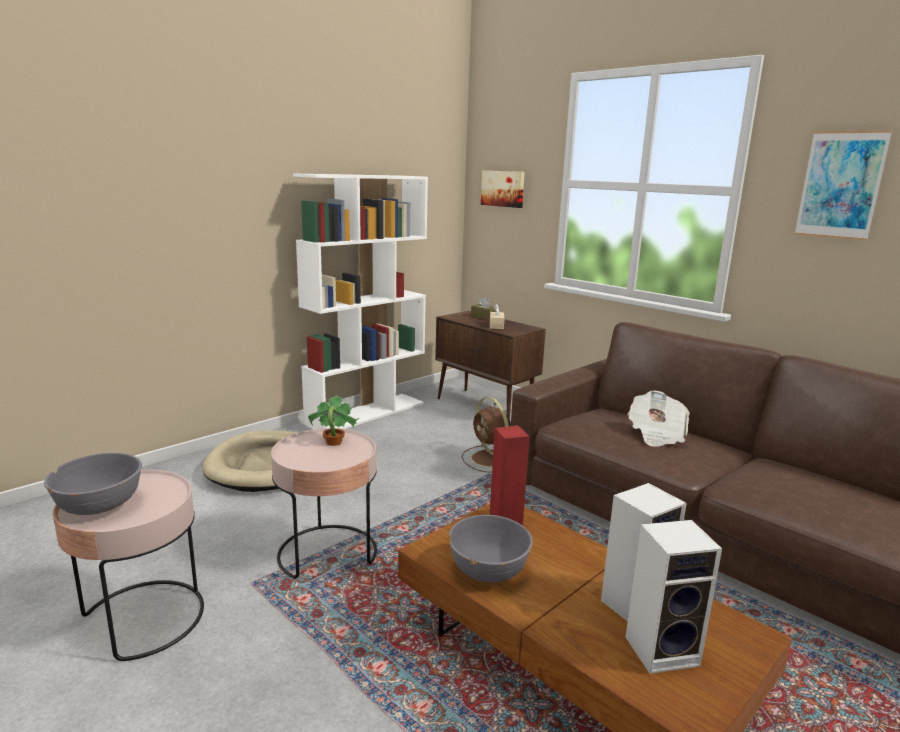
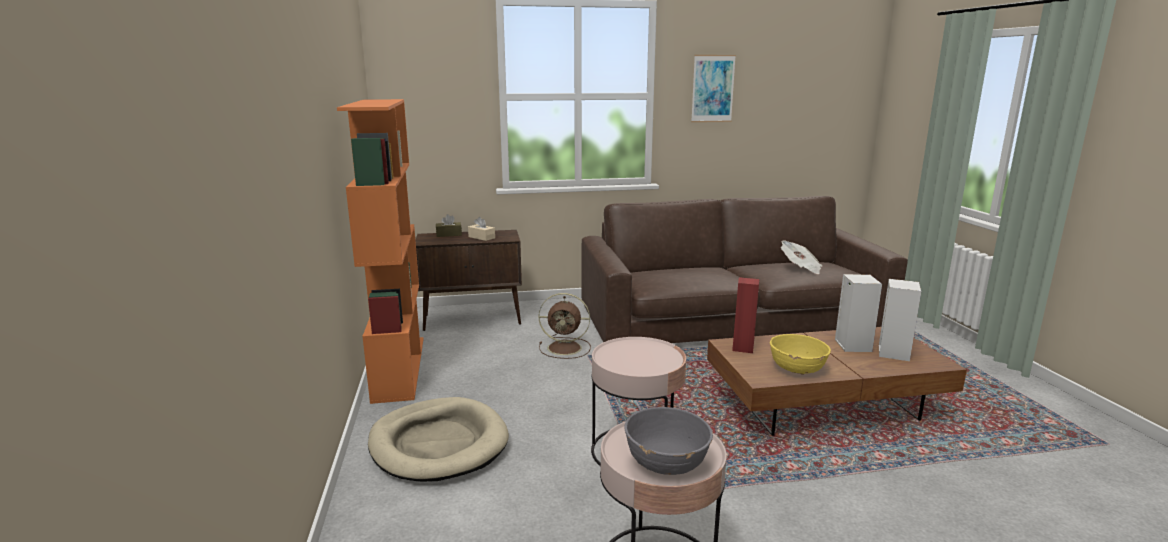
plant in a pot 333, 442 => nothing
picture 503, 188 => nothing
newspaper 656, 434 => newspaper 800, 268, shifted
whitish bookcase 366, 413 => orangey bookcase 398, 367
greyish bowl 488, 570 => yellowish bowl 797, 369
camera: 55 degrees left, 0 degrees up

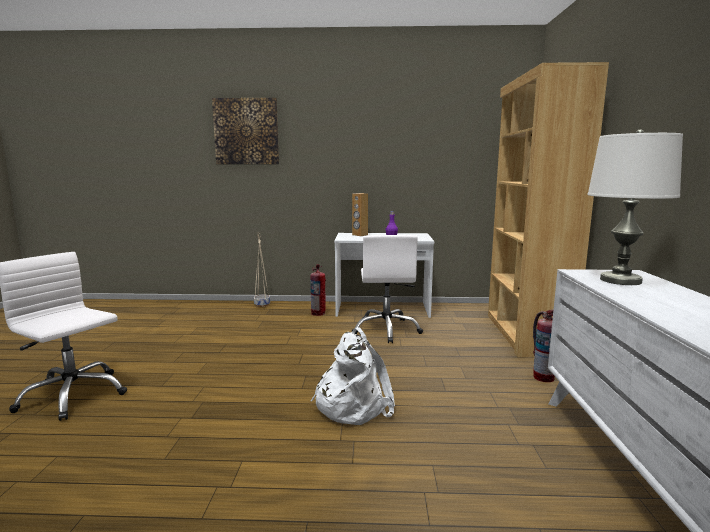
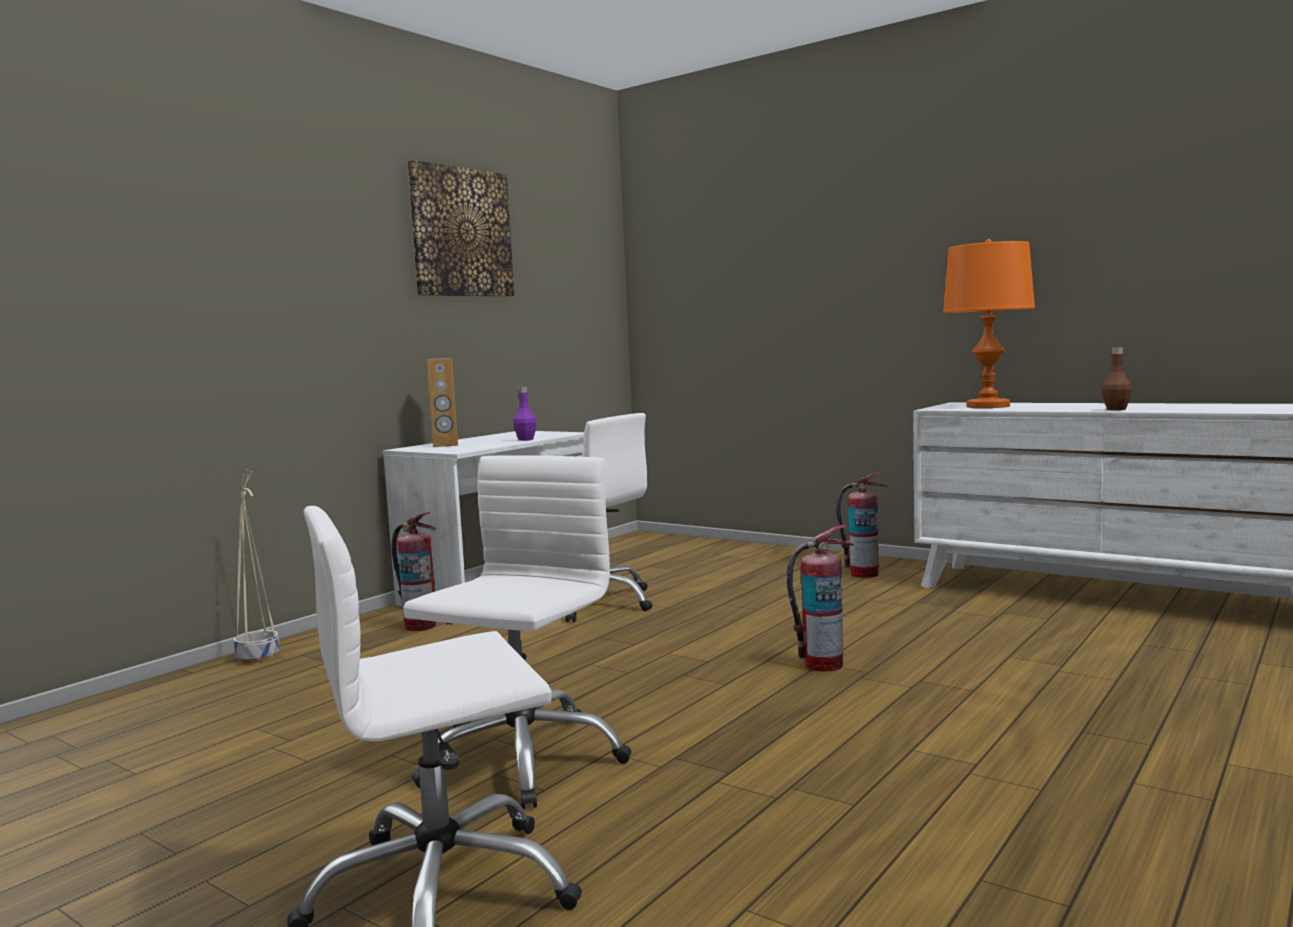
brown bookcase 525, 334 => nothing
nothing => whitish computer chair 522, 758
nothing => brown drink bottle 1116, 409
picture 246, 131 => picture 461, 232, shifted
whitish backpack 352, 405 => fire extinguisher 822, 665
whitish lamp for a table 620, 280 => orangey lamp for a table 988, 406
camera: 55 degrees left, 5 degrees down

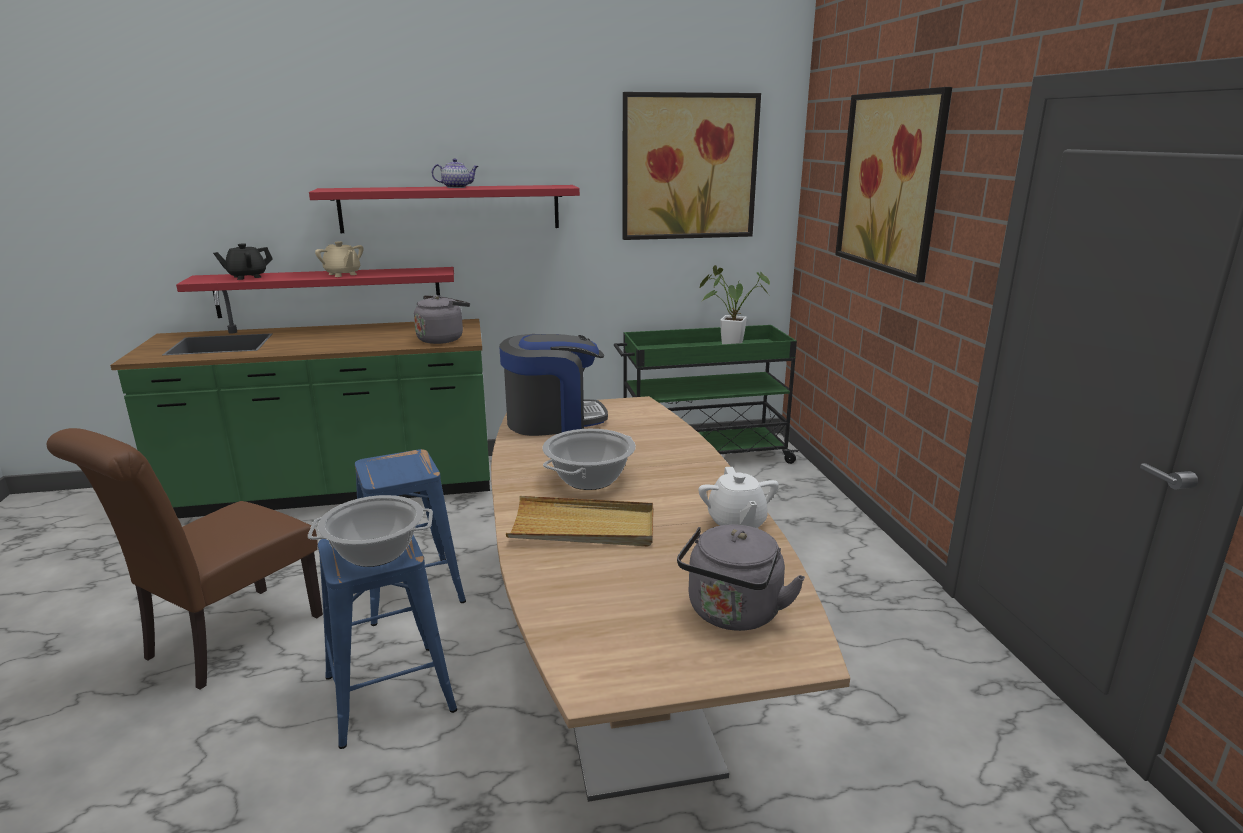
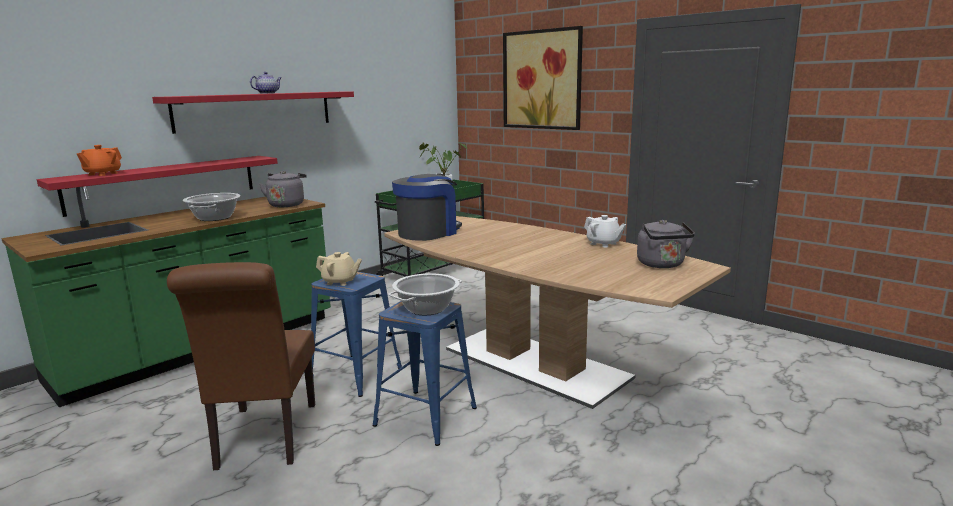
beige-coloured carrying tray 583, 527 => nothing
picture 689, 167 => nothing
beige-coloured tea pot 342, 274 => beige-coloured tea pot 340, 282, shifted
cooking pot 589, 479 => cooking pot 215, 218, shifted
black tea pot 247, 277 => orangey tea pot 102, 174
camera: 35 degrees left, 5 degrees down

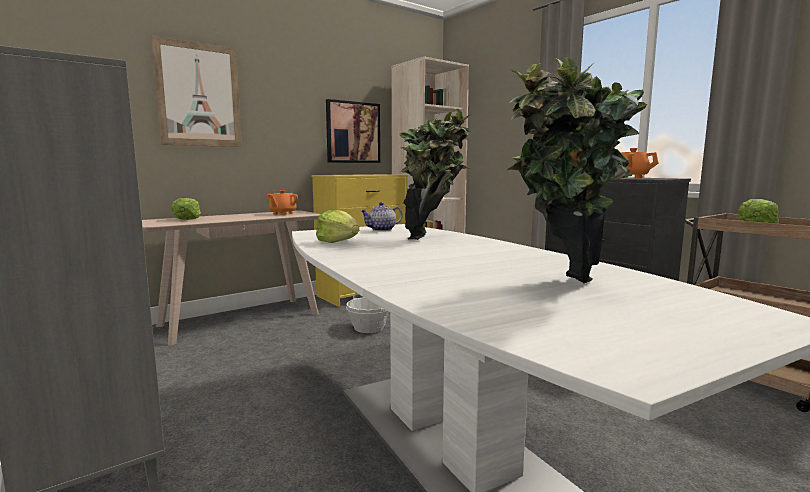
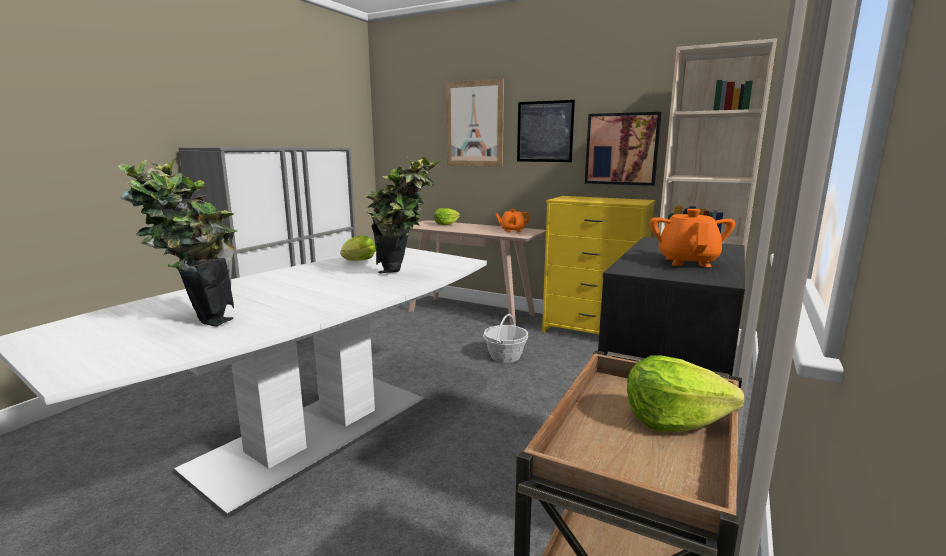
tea pot 382, 230 => nothing
nothing => picture 545, 131
camera: 65 degrees right, 5 degrees up

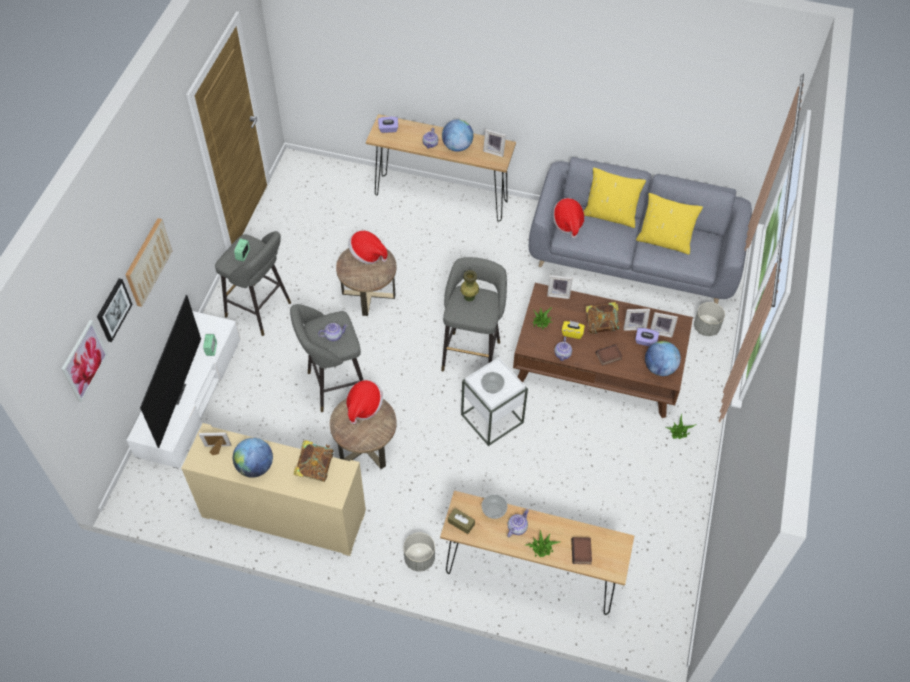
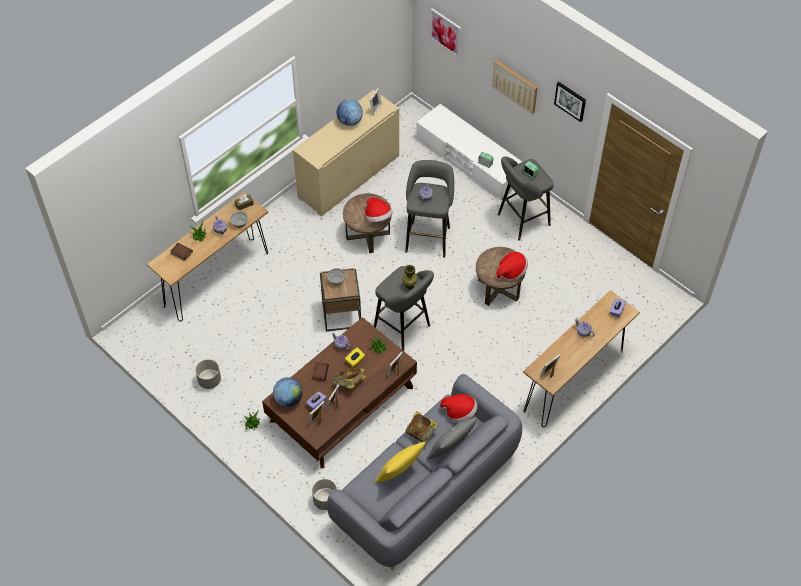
television 174, 392 => nothing
world globe 457, 146 => nothing
picture 113, 309 => picture 570, 101, shifted
bound book 315, 468 => bound book 421, 433, shifted
greyish flower pot 419, 558 => greyish flower pot 209, 381, shifted
whitish side table 492, 419 => brown side table 341, 314
yellowish pillow 610, 215 => greyish pillow 451, 449
camera: 120 degrees right, 0 degrees up

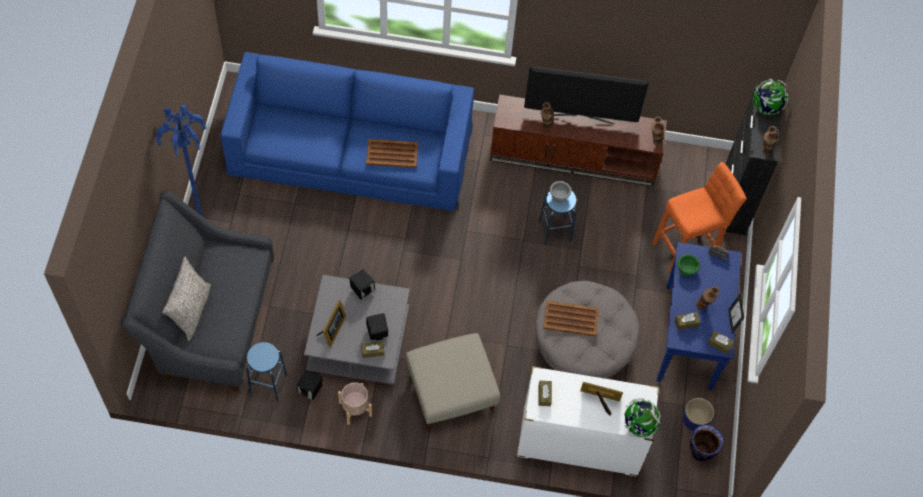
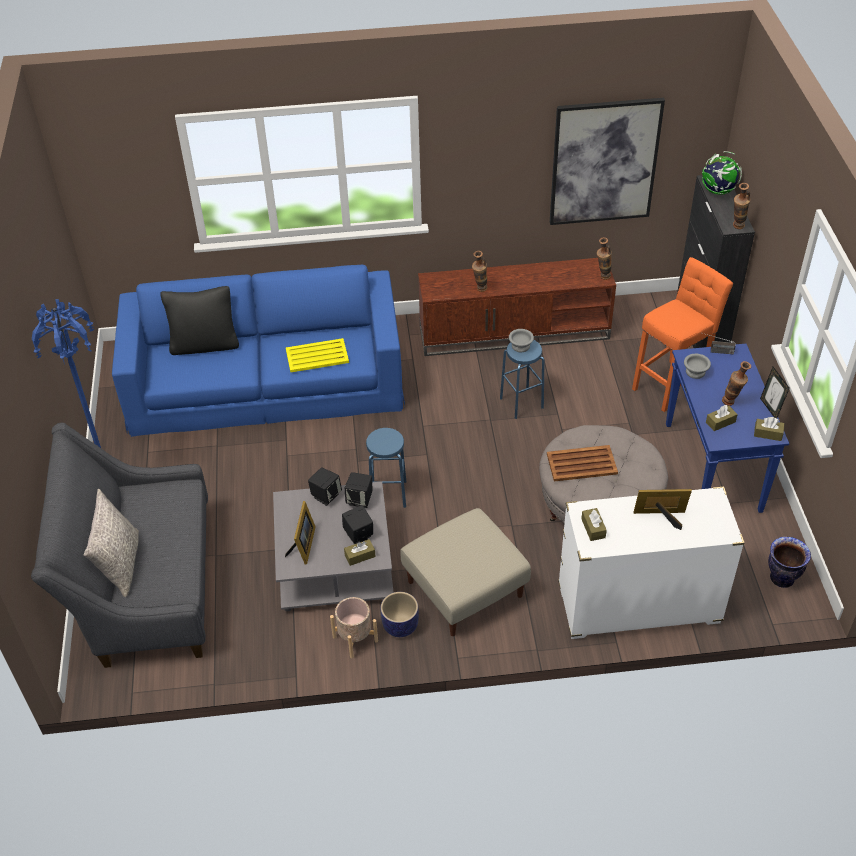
television 580, 118 => nothing
world globe 639, 425 => nothing
nothing => black pillow 205, 345
nothing => picture 604, 162
blue sitting stool 268, 384 => blue sitting stool 388, 494, shifted
black speaker 310, 390 => black speaker 360, 499, shifted
flower pot 695, 420 => flower pot 401, 626, shifted
brown carrying tray 391, 153 => yellowish carrying tray 316, 356
green-coloured bowl 686, 269 => greyish bowl 695, 372
camera: 10 degrees left, 15 degrees down

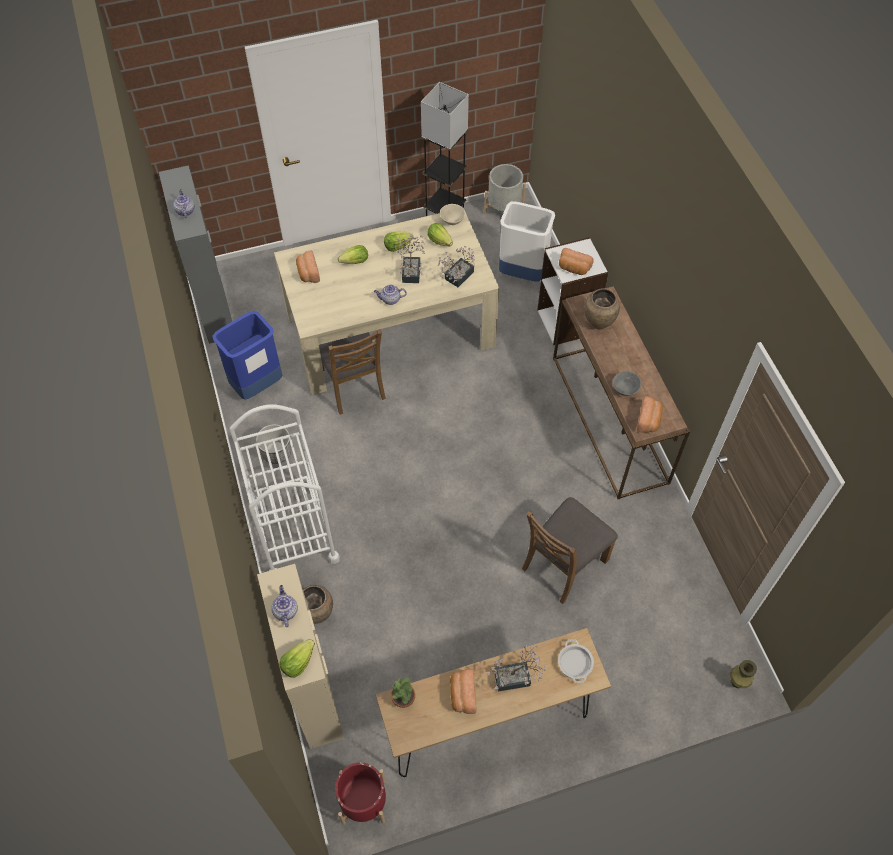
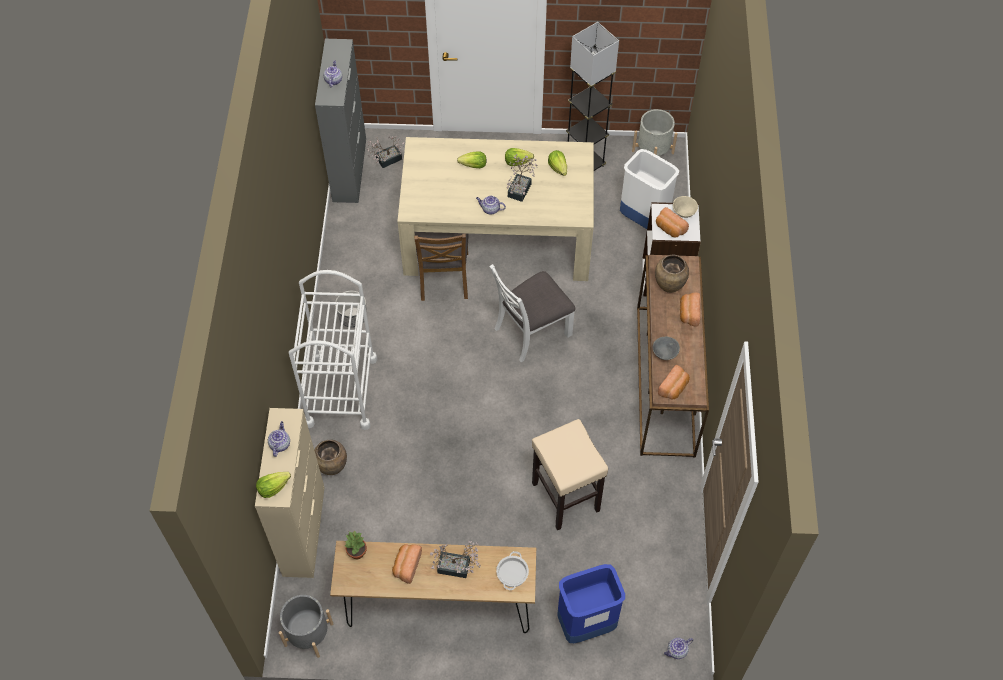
nothing => whitish plain chair 531, 331
blue trash can 257, 385 => blue trash can 586, 624, shifted
bread 308, 273 => bread 688, 313, shifted
plant in a pot 456, 277 => plant in a pot 386, 160, shifted
beige-coloured bowl 452, 221 => beige-coloured bowl 683, 213, shifted
brown plain chair 563, 564 => beige-coloured sitting stool 565, 496
green-coloured vase 737, 682 => tea pot 676, 651
red flower pot 363, 801 => greyish flower pot 308, 634
camera: 20 degrees right, 0 degrees up

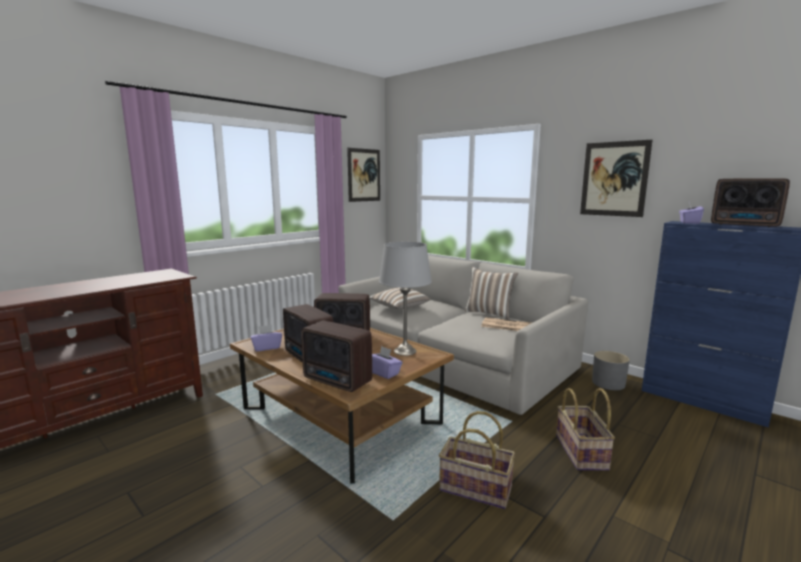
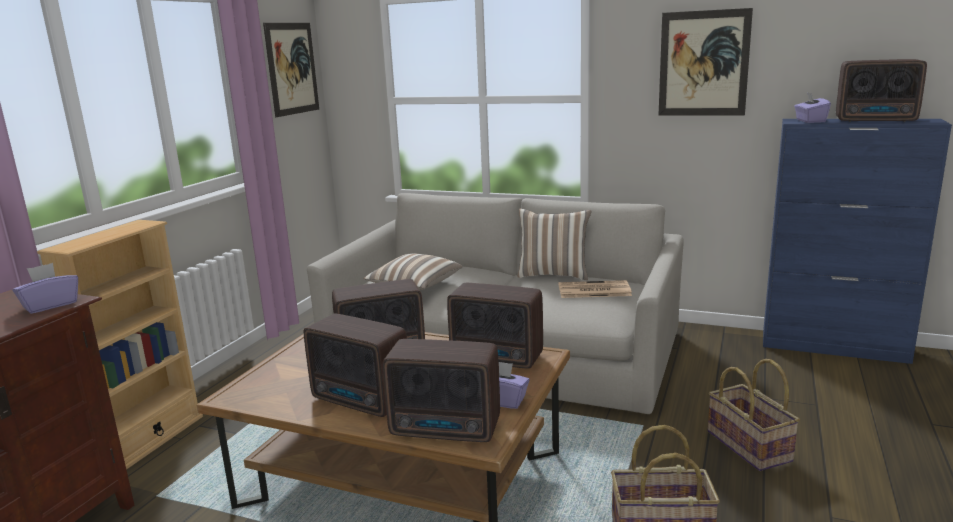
greyish flower pot 608, 383 => nothing
nothing => beige-coloured bookcase 149, 440
purplish box of tissues 266, 347 => purplish box of tissues 50, 305, shifted
greyish lamp for a table 405, 351 => radio 498, 359
camera: 20 degrees left, 5 degrees up

